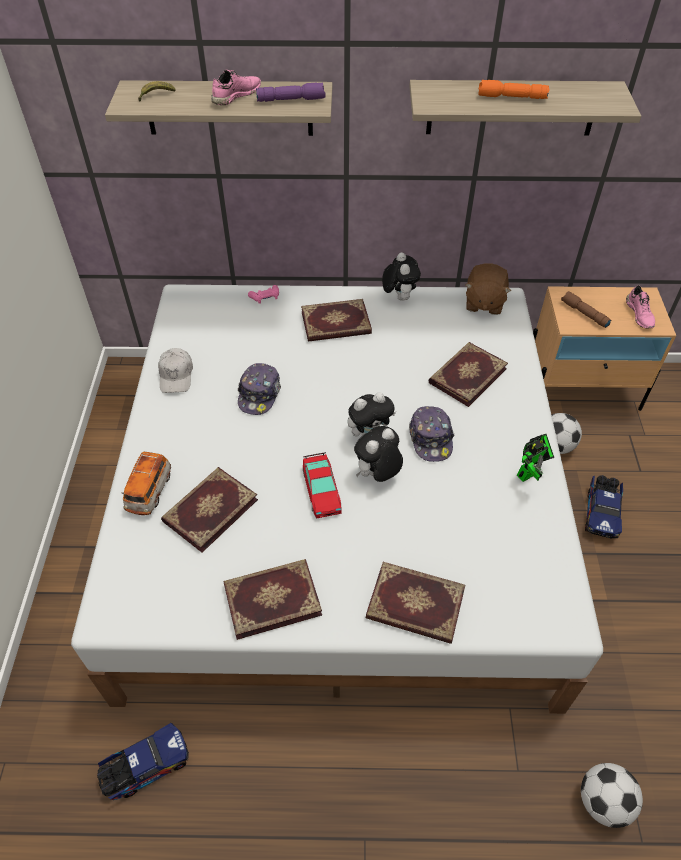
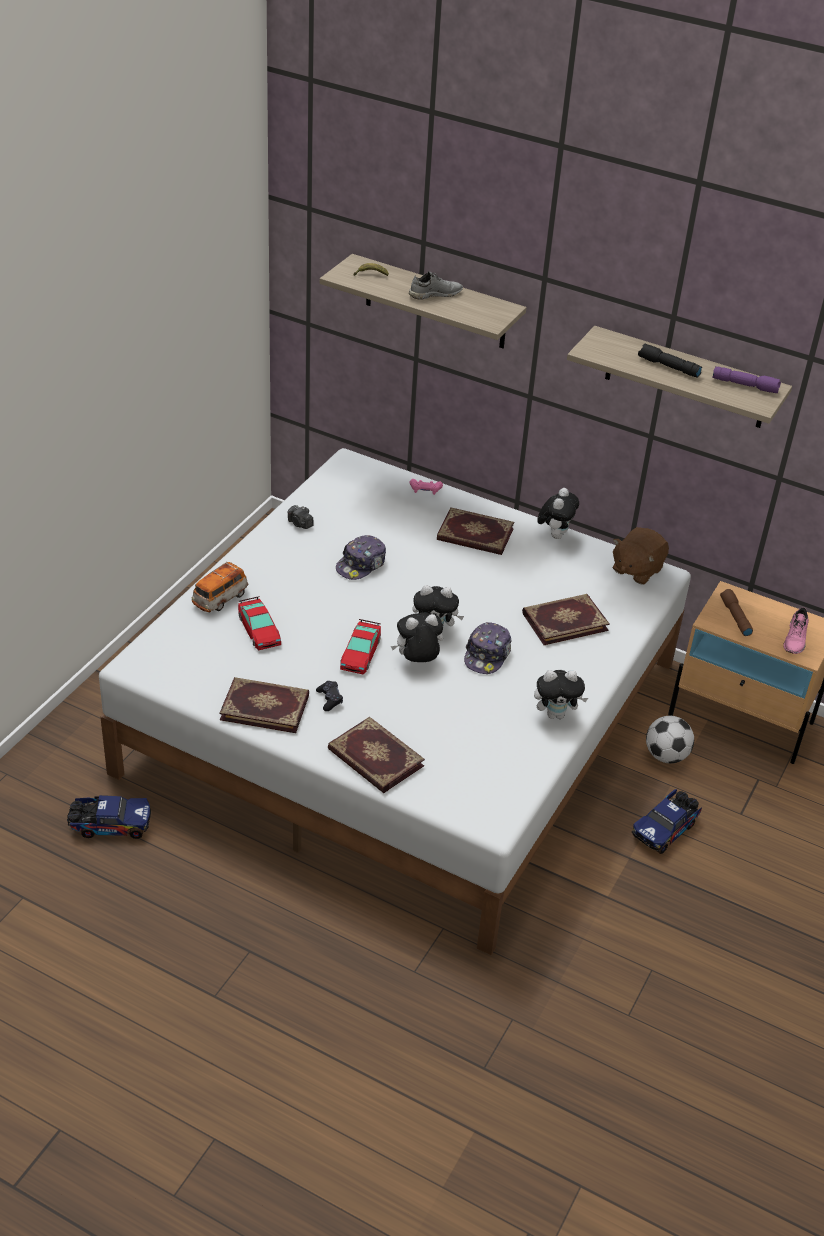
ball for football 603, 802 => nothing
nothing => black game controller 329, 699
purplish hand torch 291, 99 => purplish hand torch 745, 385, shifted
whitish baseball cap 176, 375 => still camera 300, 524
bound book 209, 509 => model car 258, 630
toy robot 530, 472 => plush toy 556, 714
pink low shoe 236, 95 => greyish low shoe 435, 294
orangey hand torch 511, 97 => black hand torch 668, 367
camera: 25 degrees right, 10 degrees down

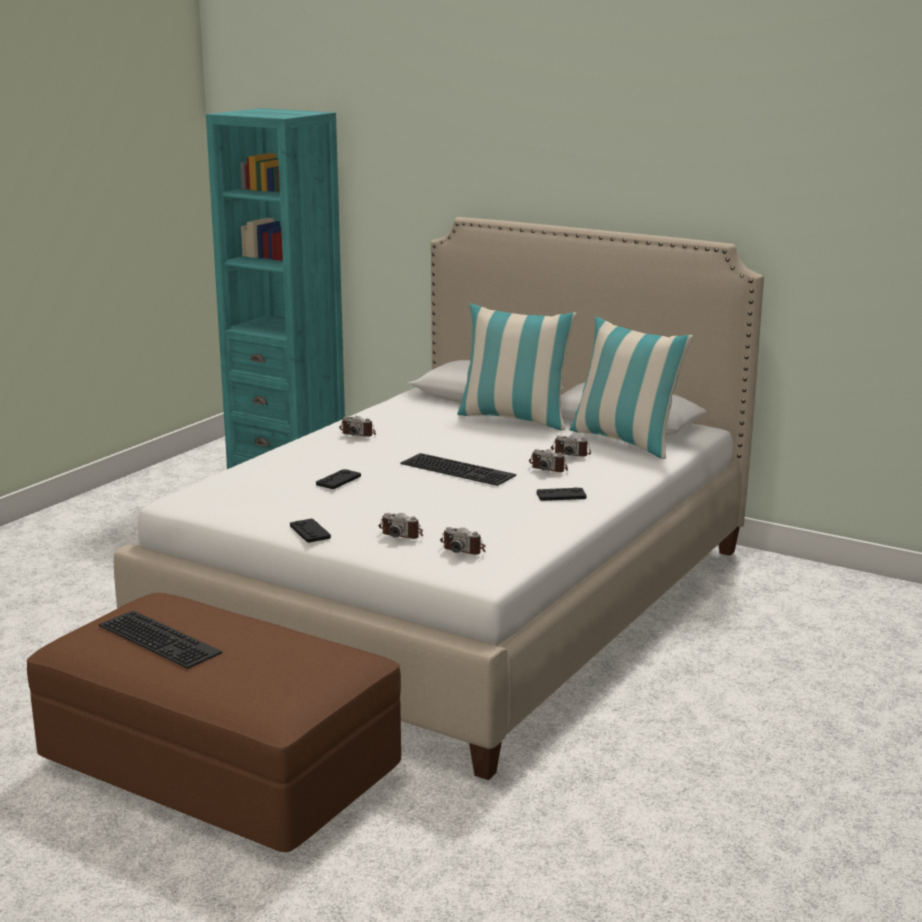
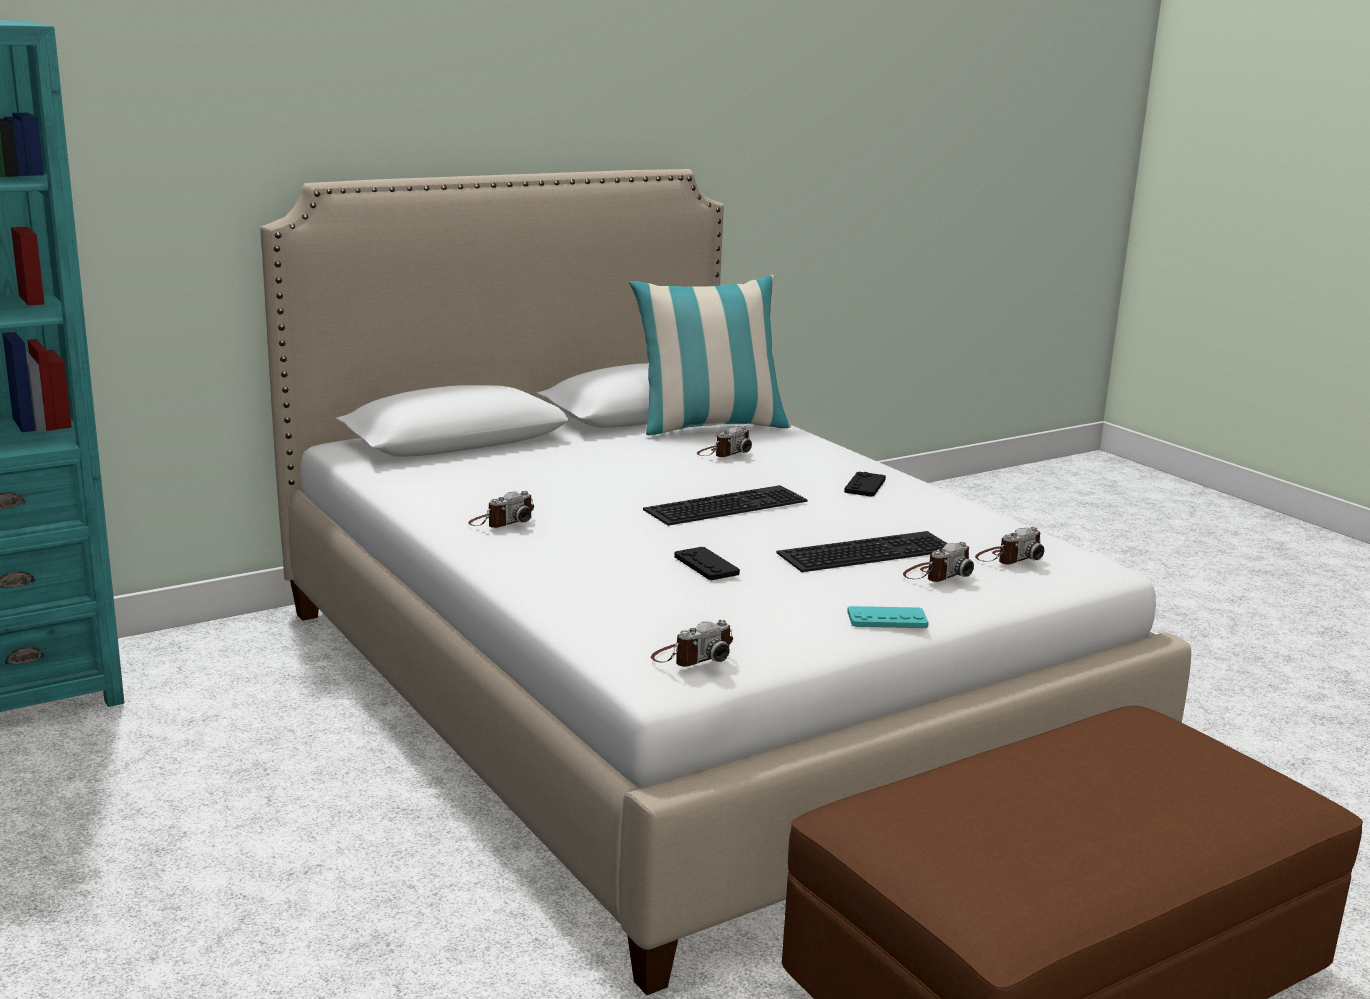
pillow 514, 418 => nothing
PC keyboard 162, 638 => PC keyboard 866, 550, shifted
still camera 549, 468 => still camera 692, 656, shifted
black game controller 310, 532 => turquoise game controller 887, 619
camera: 65 degrees left, 0 degrees up

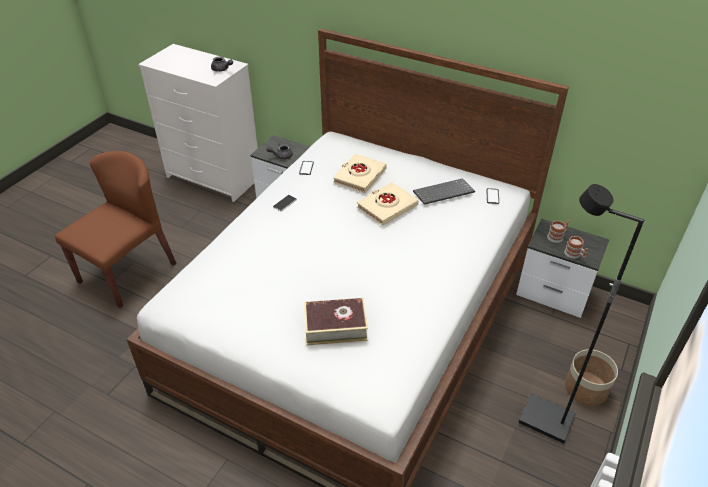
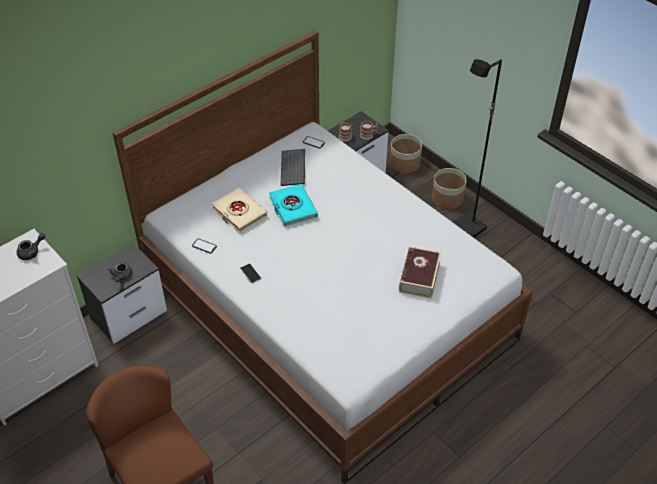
nothing => flower pot 405, 164
beige-coloured bound book 387, 207 => turquoise bound book 293, 208
camera: 70 degrees left, 5 degrees up

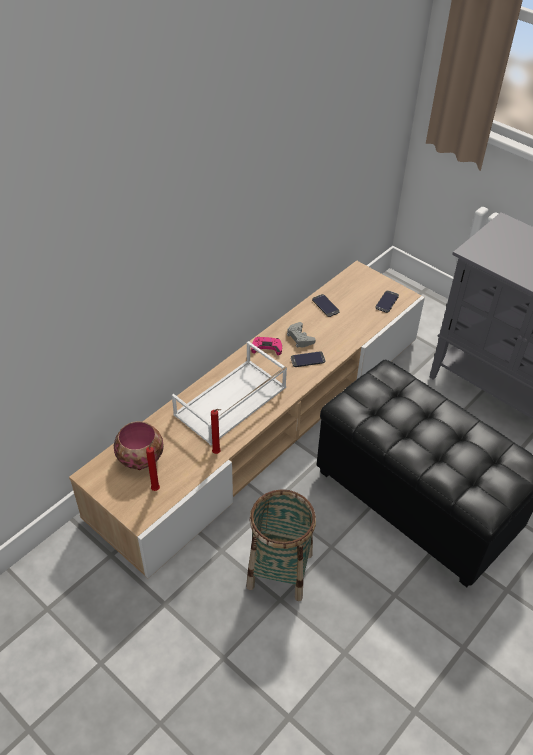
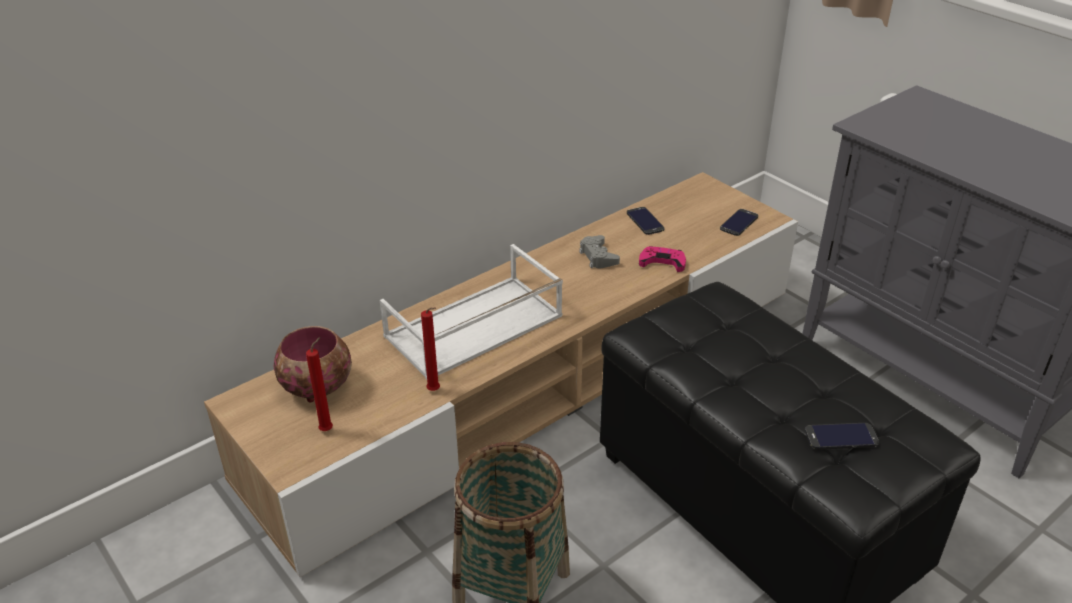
pink game controller 267, 347 => pink game controller 662, 262, shifted
handset 307, 359 => handset 841, 437, shifted
camera: 10 degrees right, 10 degrees down

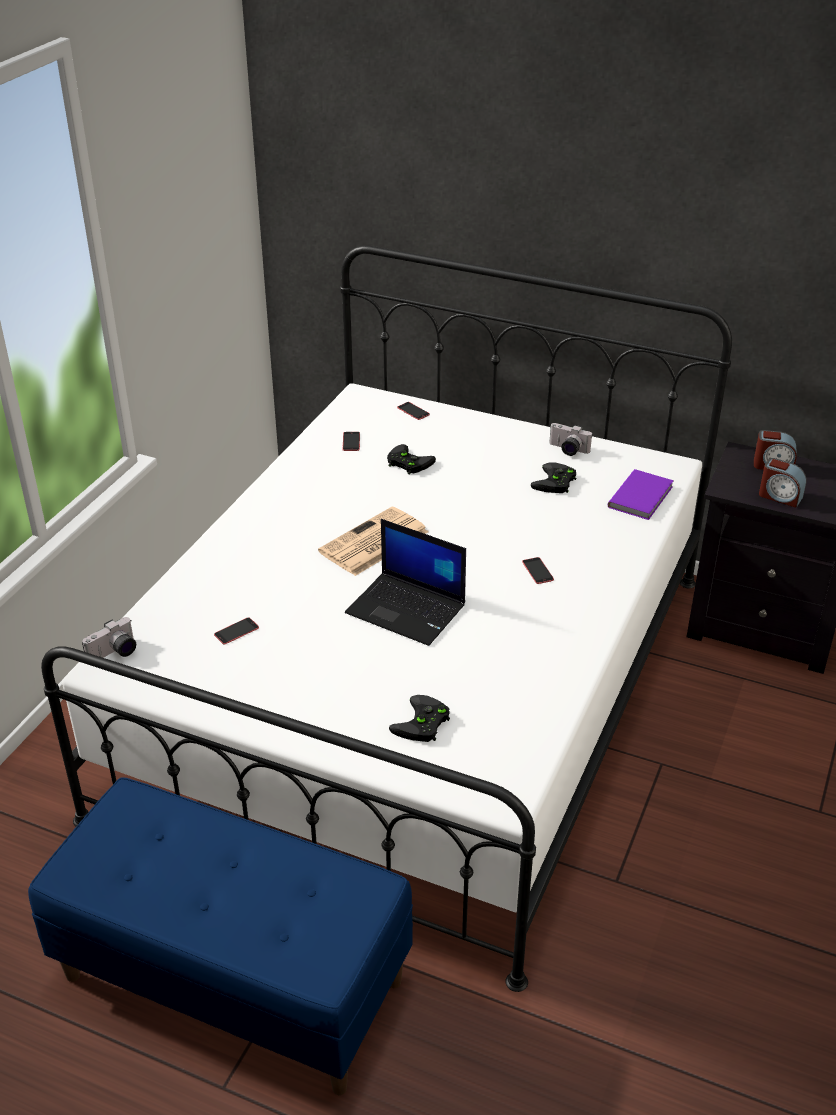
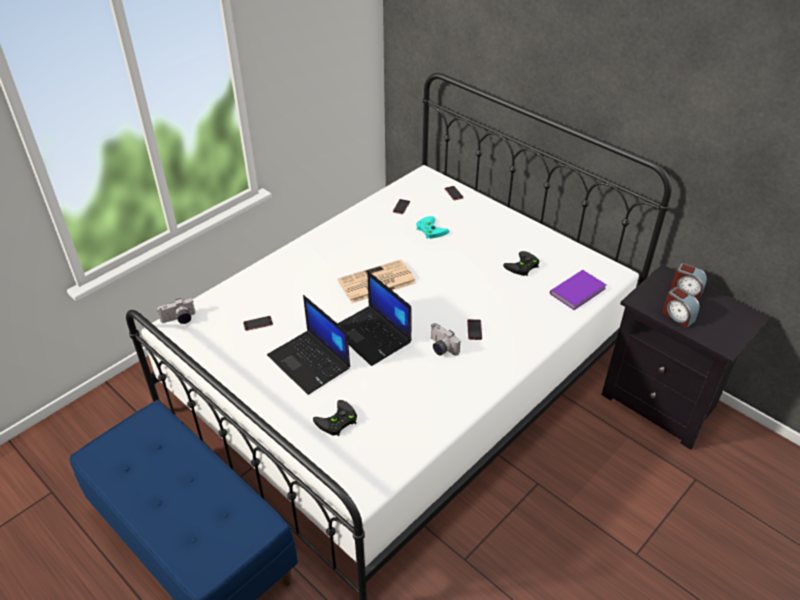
nothing => laptop 310, 362
still camera 567, 450 => still camera 441, 348, shifted
black game controller 407, 462 => turquoise game controller 429, 229
camera: 20 degrees right, 5 degrees up

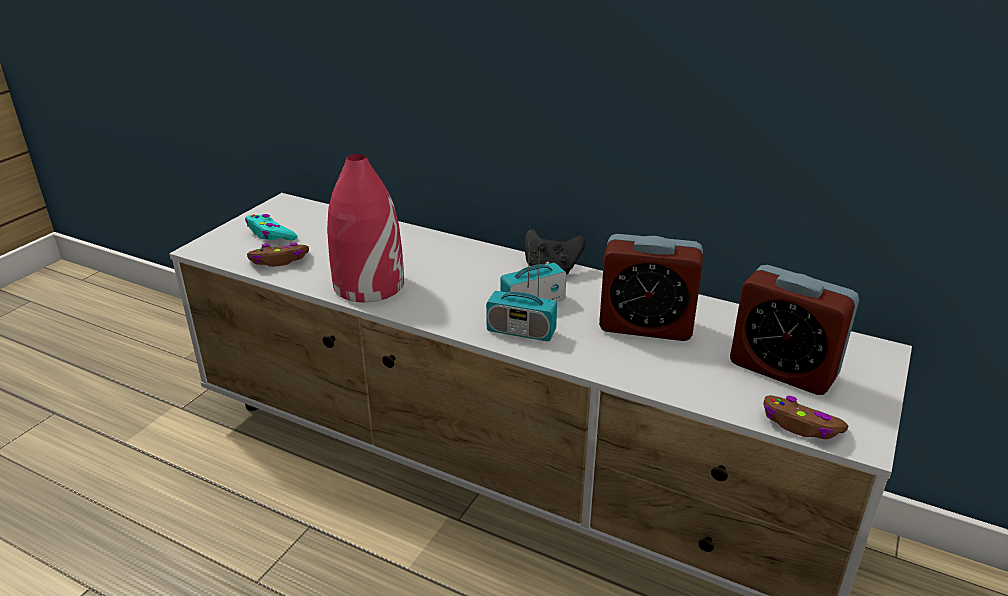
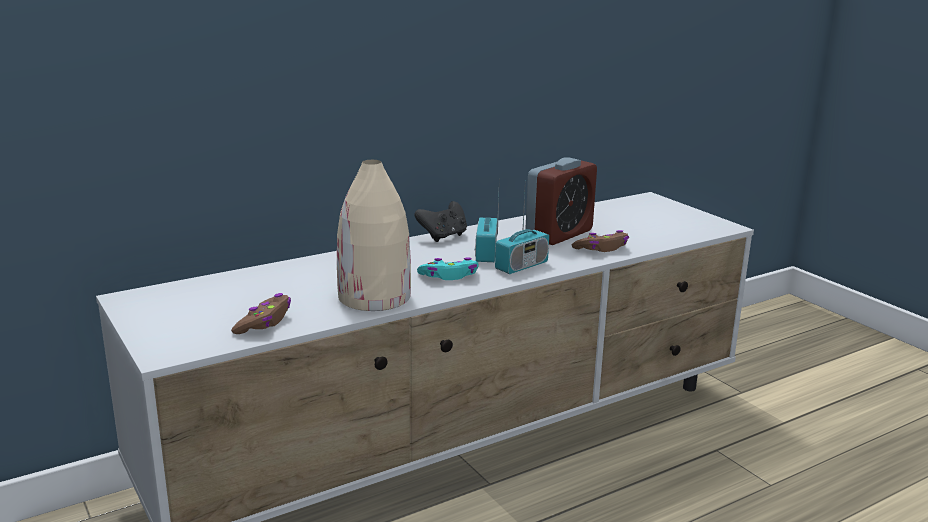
bedside clock 782, 369 => nothing
turquoise game controller 270, 235 => turquoise game controller 449, 276, shifted
brown game controller 800, 425 => brown game controller 602, 248, shifted
red vase 368, 285 => beige-coloured vase 374, 297
camera: 60 degrees left, 10 degrees down

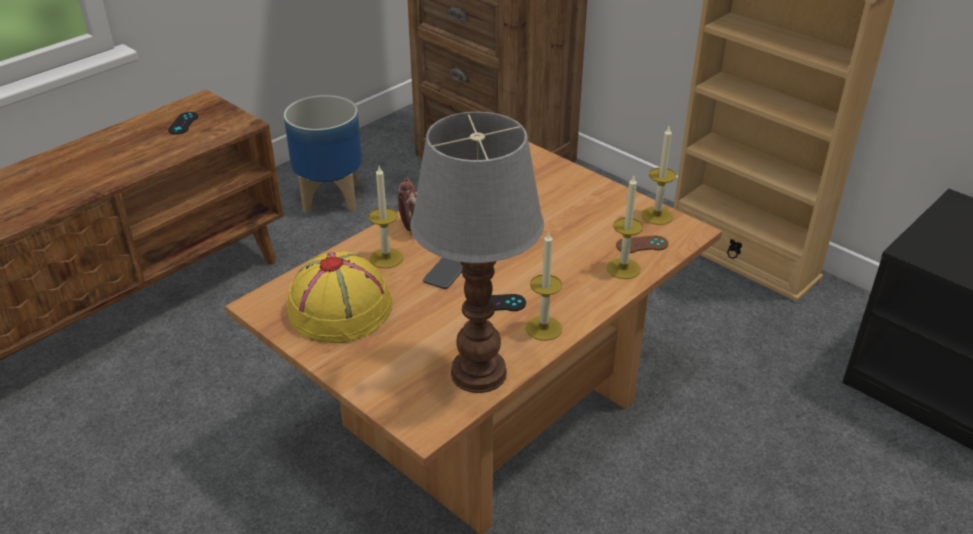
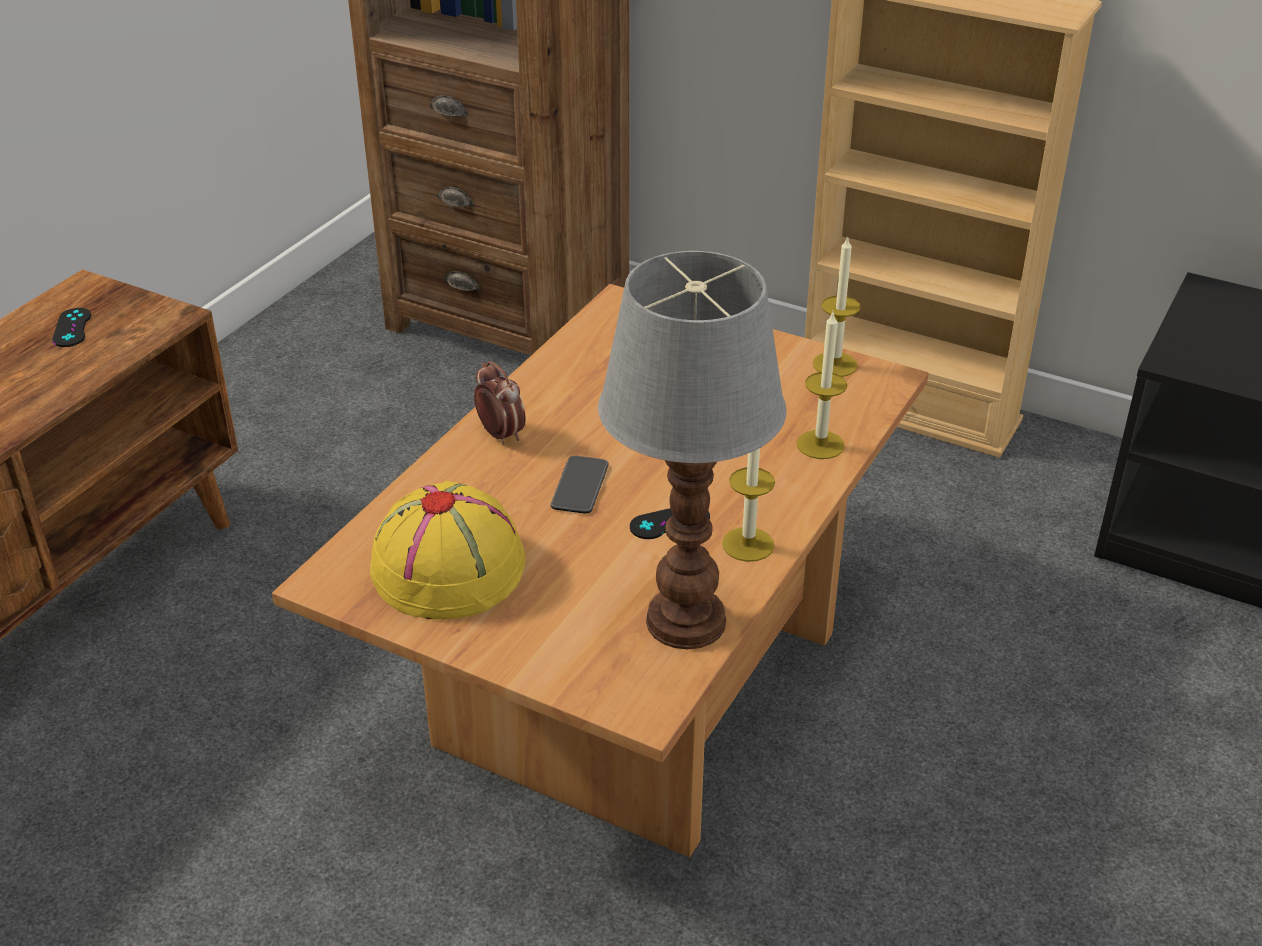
flower pot 331, 198 => nothing
wax candle 386, 258 => nothing
brown game controller 642, 245 => nothing
camera: 15 degrees left, 0 degrees up

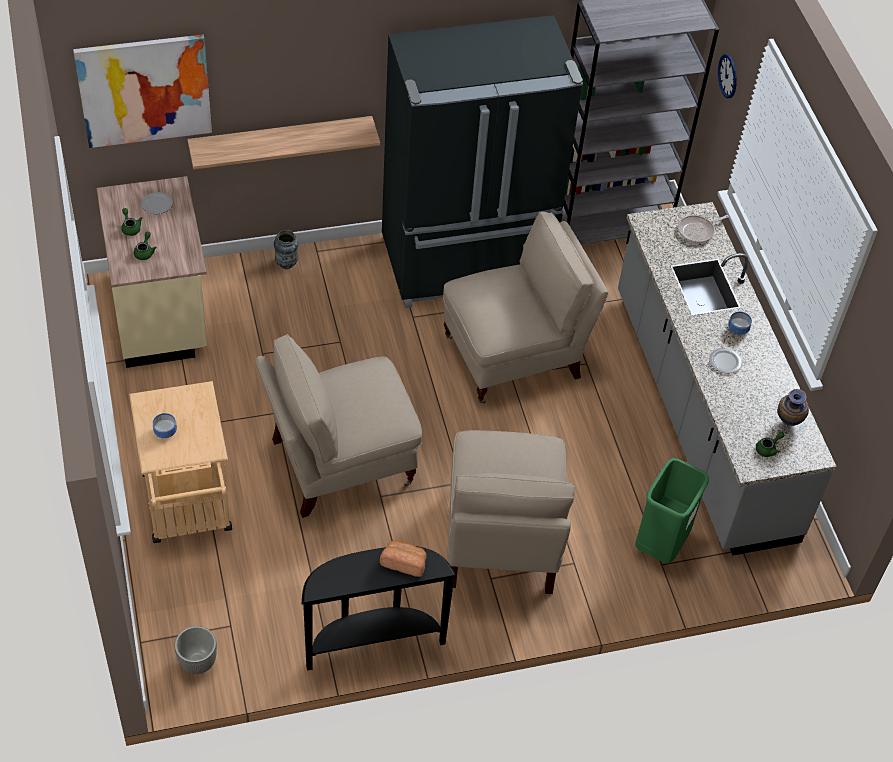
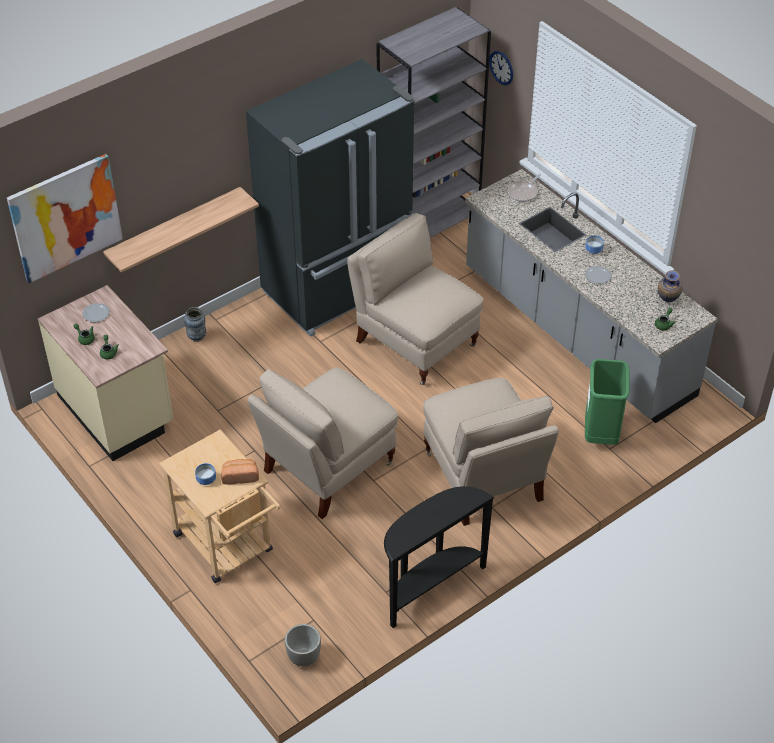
bread 404, 563 => bread 240, 476, shifted
beige-coloured plain chair 514, 356 => beige-coloured plain chair 415, 342, 90 degrees counterclockwise
camera: 20 degrees left, 5 degrees down

